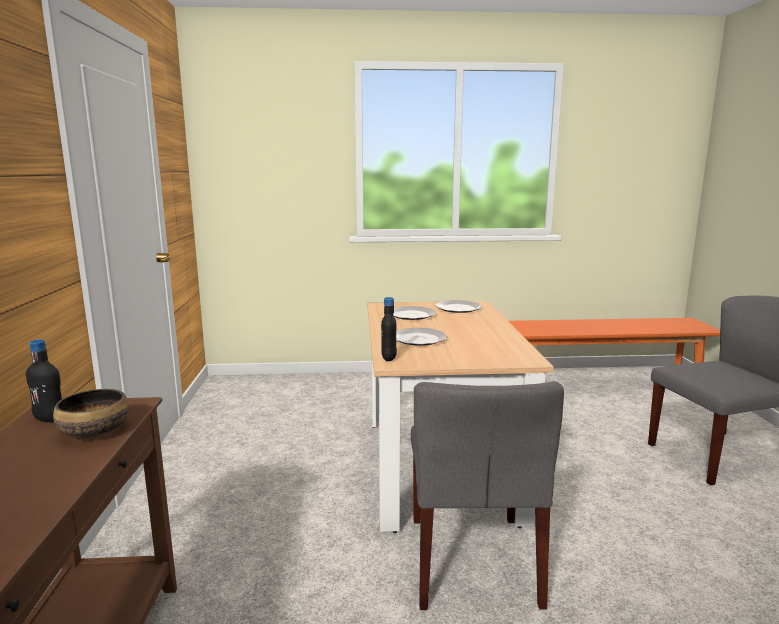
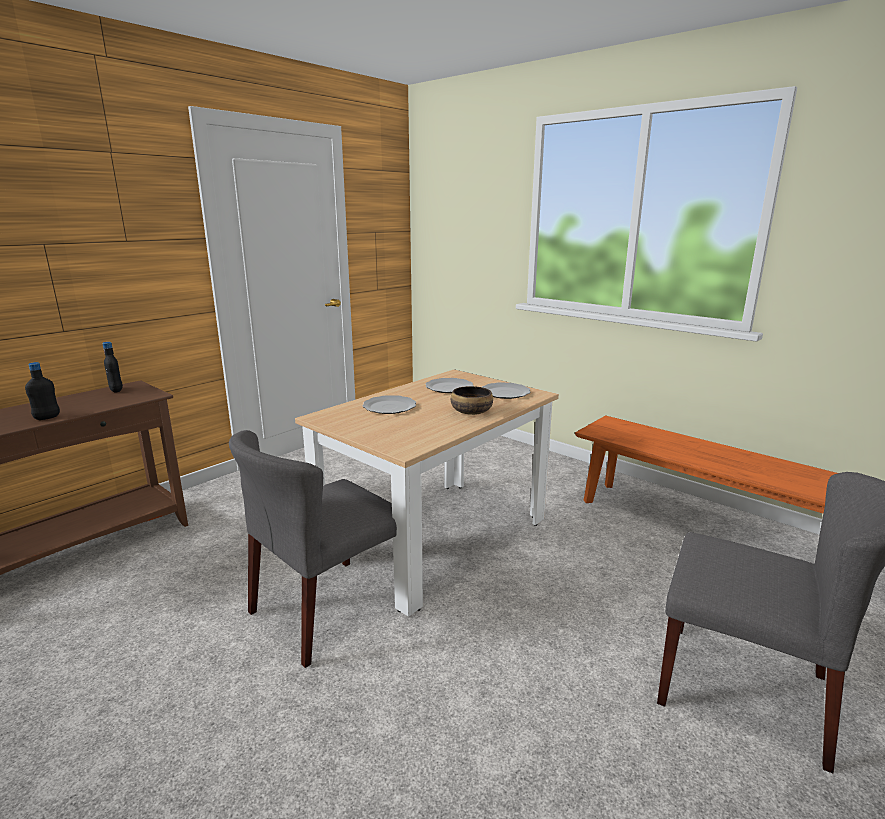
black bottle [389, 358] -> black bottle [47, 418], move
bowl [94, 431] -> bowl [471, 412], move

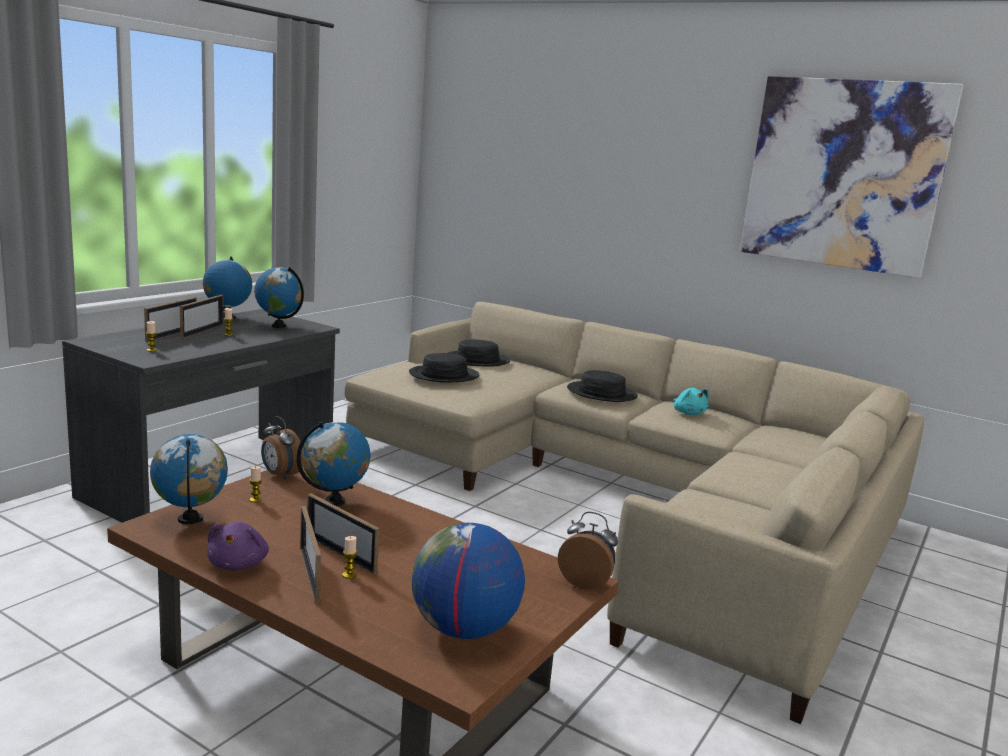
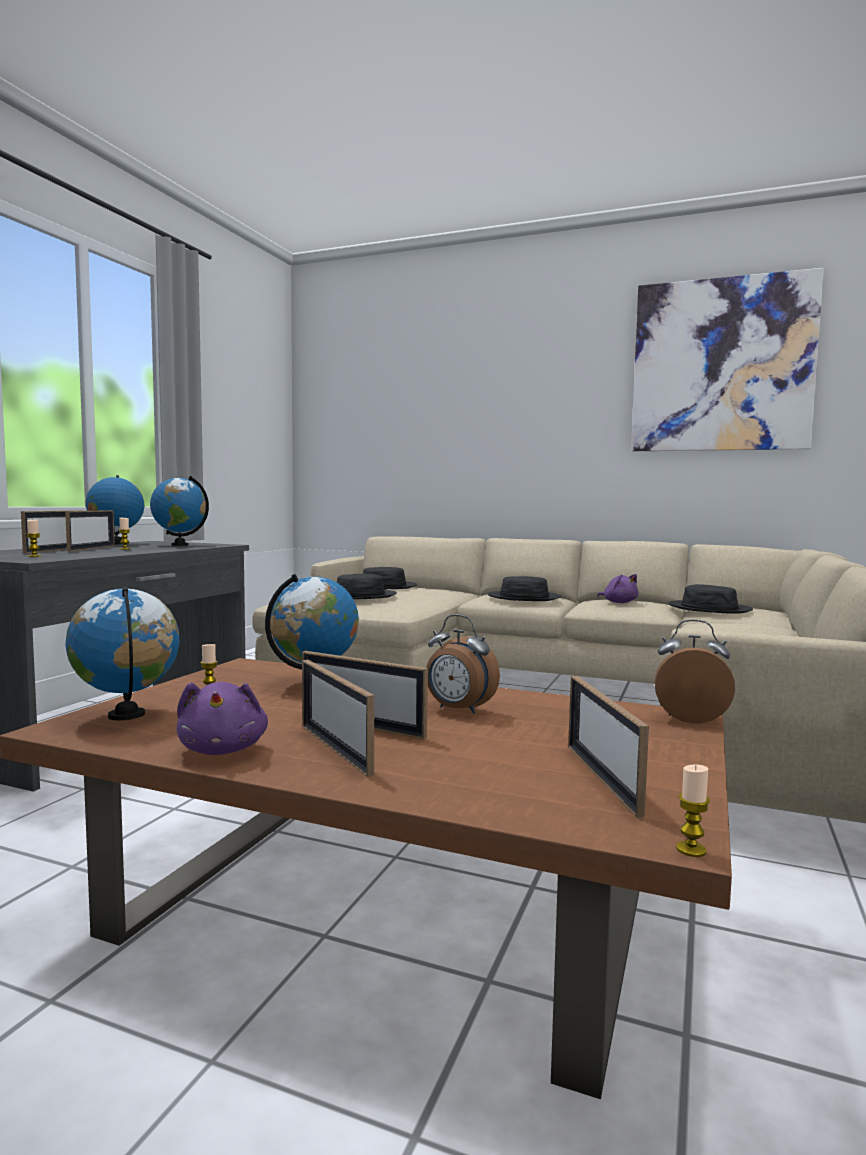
turquoise plush toy [688, 413] -> purple plush toy [619, 602]
alarm clock [280, 475] -> alarm clock [458, 710], move
globe [464, 629] -> picture frame [601, 778]
candle [349, 575] -> candle [691, 849], move
none -> black hat [709, 608]

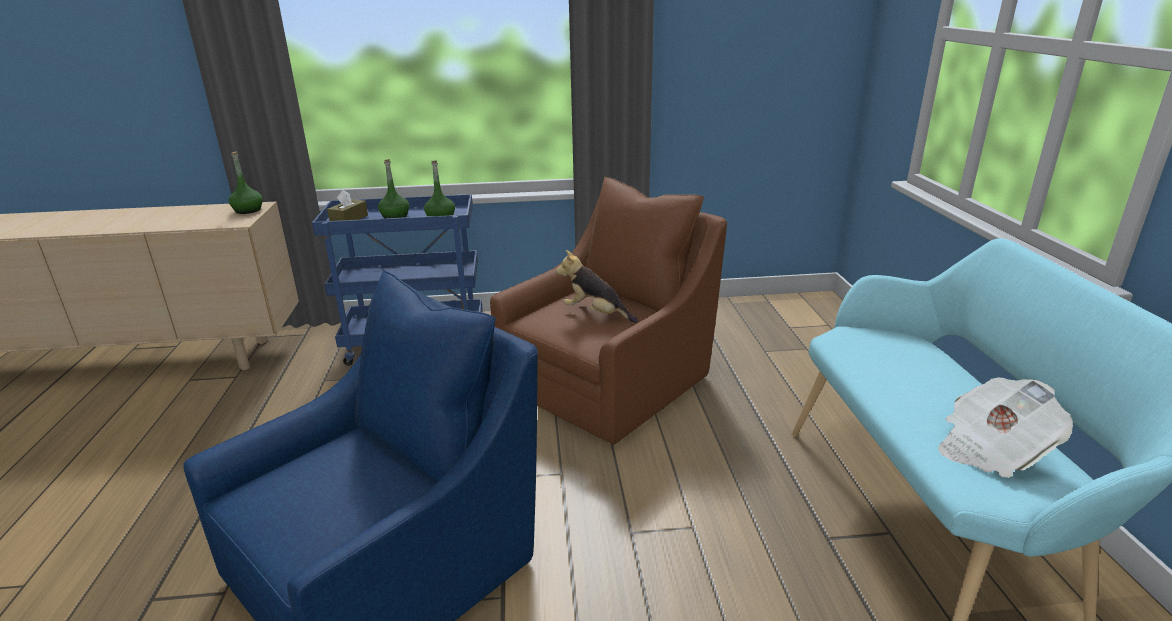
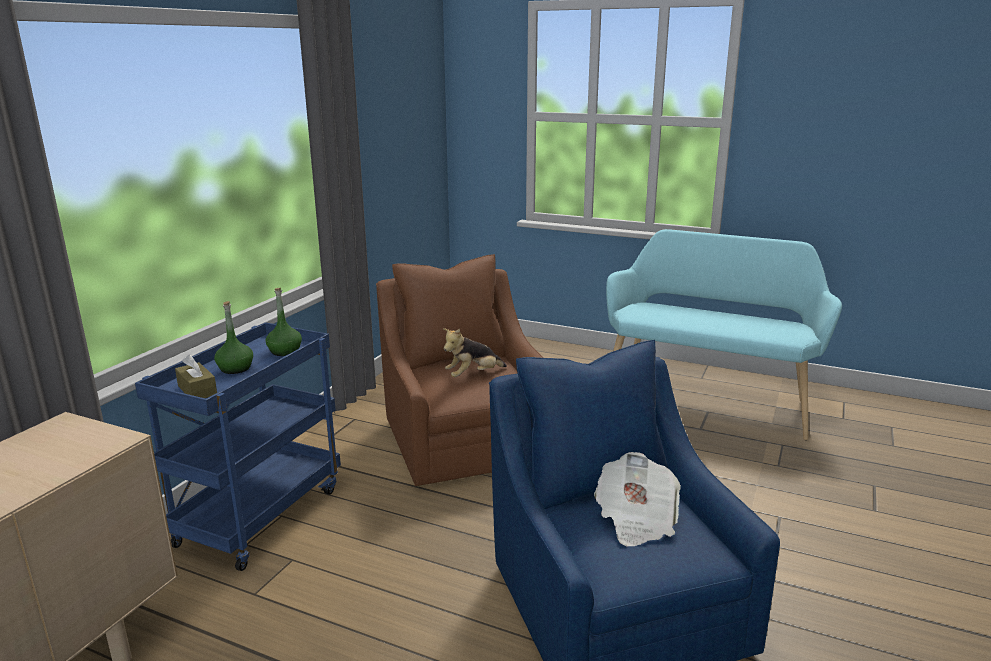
green bottle [248, 210] -> none
newspaper [992, 449] -> newspaper [635, 520], move

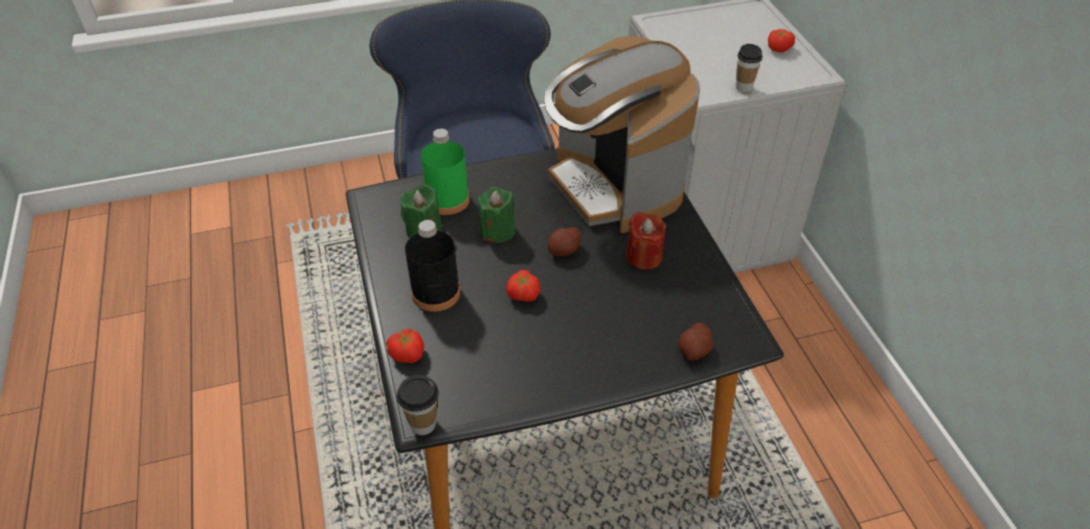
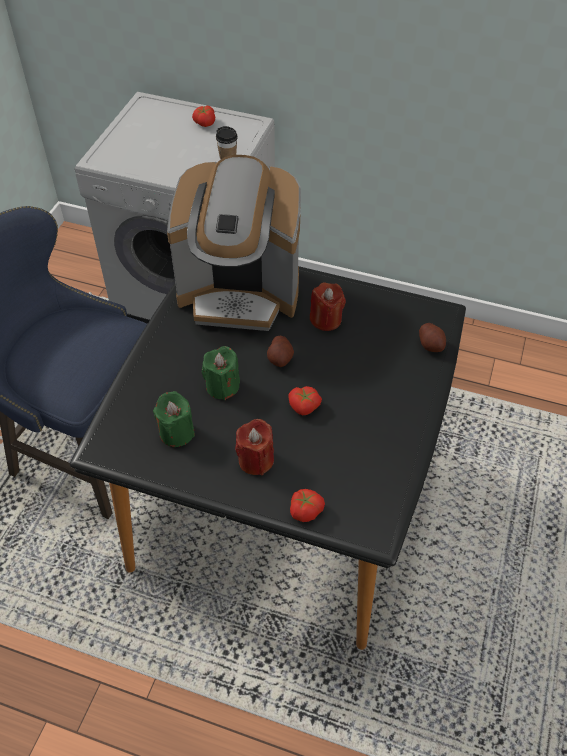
green bottle [447, 200] -> none
black bottle [436, 293] -> red candle [256, 460]
cup [423, 424] -> none

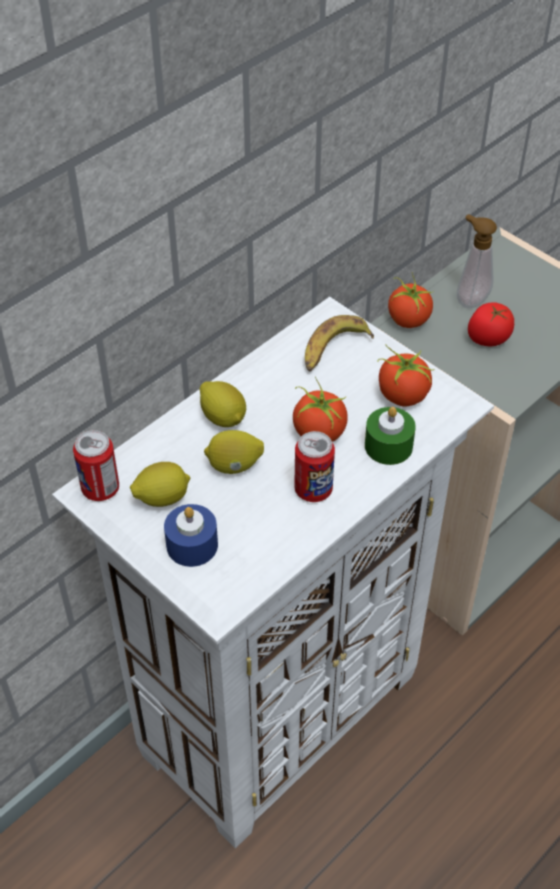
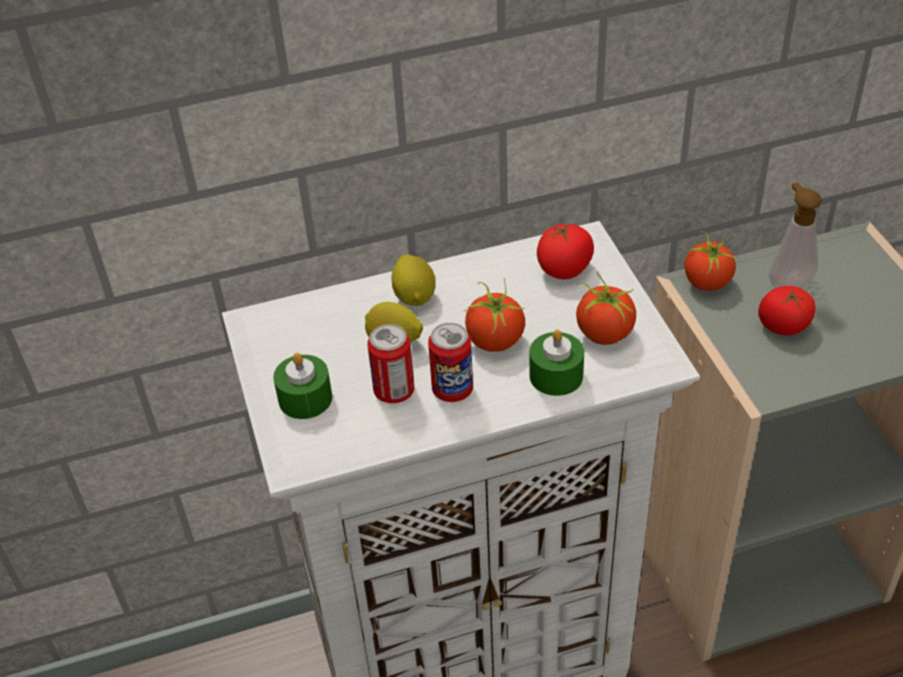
banana [333, 350] -> tomato [564, 269]
can [100, 489] -> can [394, 391], move
lemon [162, 498] -> none
blue candle [192, 545] -> green candle [305, 398]

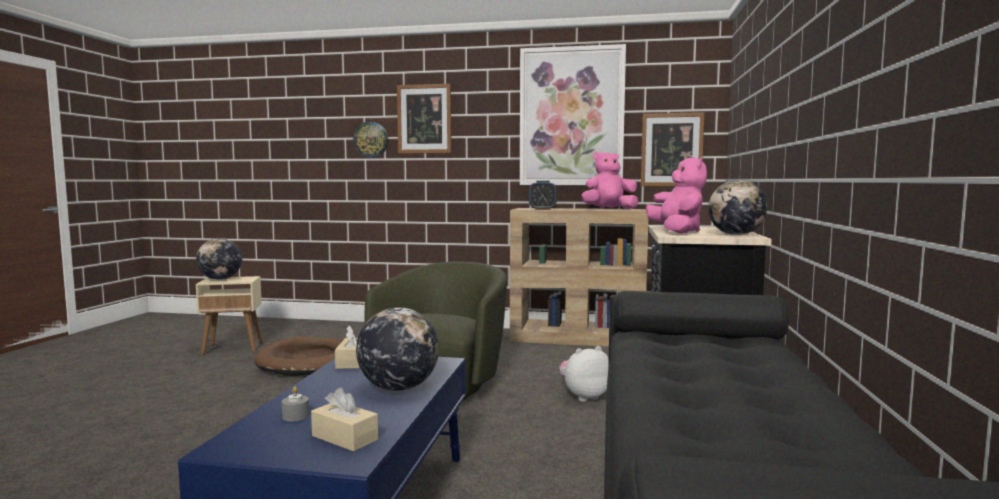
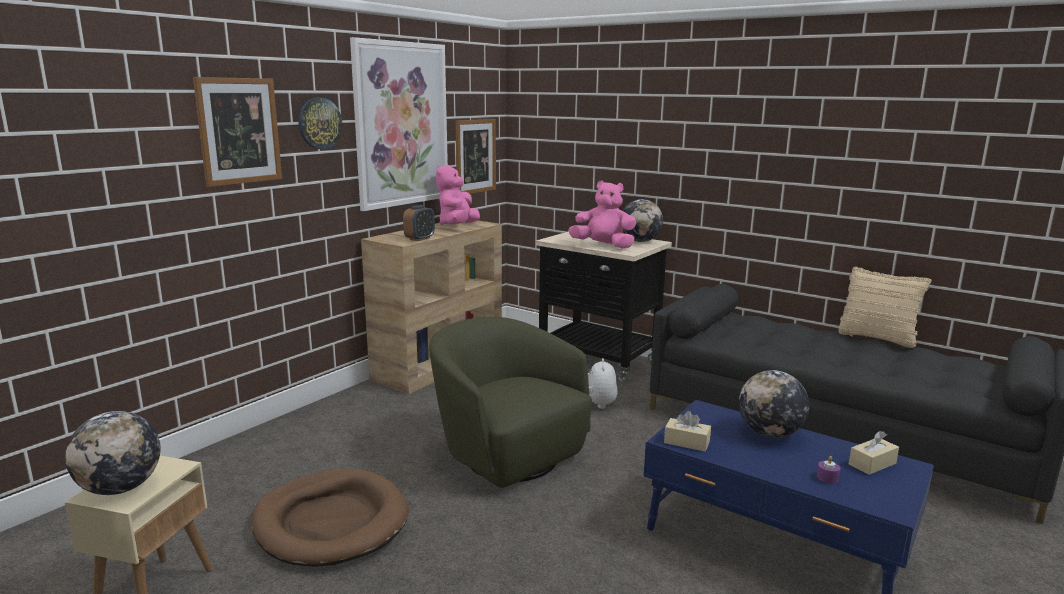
wall clock [371, 139] -> wall clock [319, 123], move
grey candle [295, 416] -> purple candle [827, 478]
none -> beige pillow [877, 338]

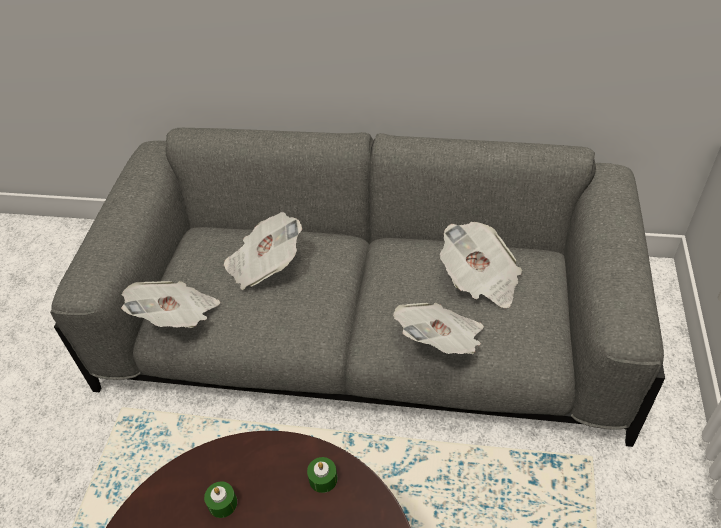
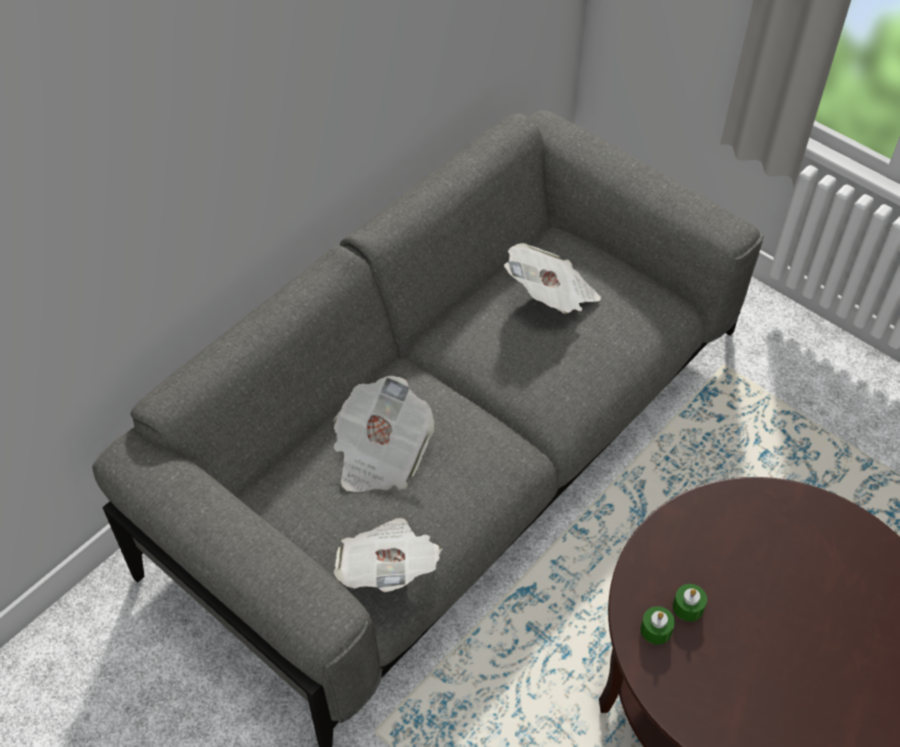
newspaper [441, 341] -> none
green candle [323, 479] -> green candle [656, 630], move

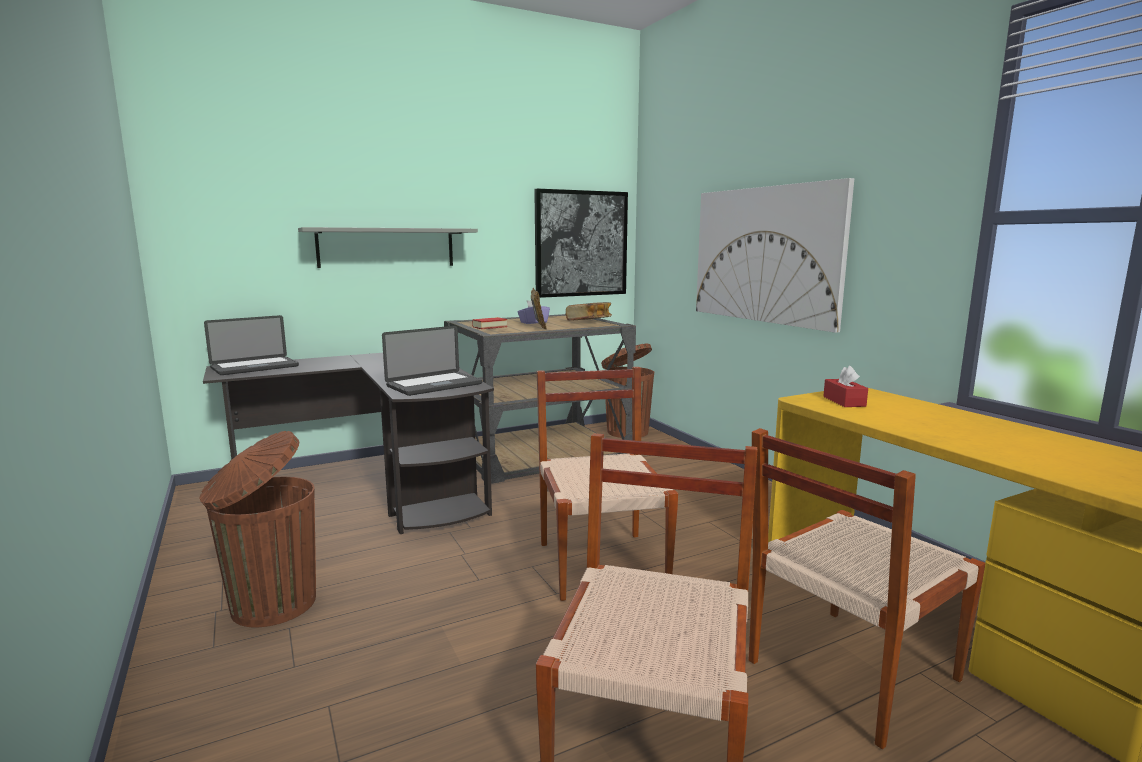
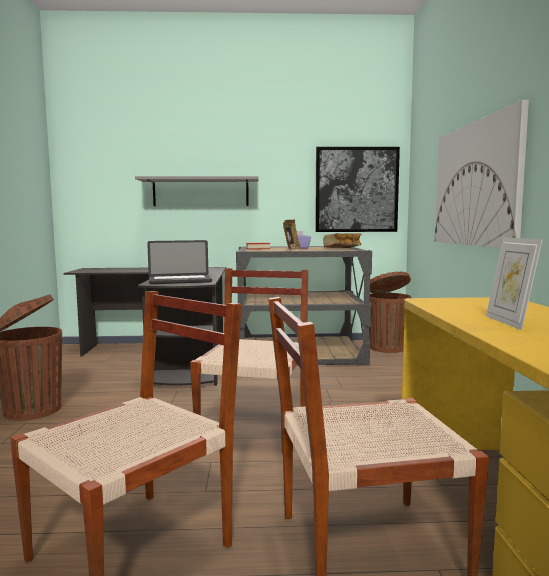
laptop [255, 367] -> none
red tissue box [844, 401] -> none
none -> picture frame [509, 322]

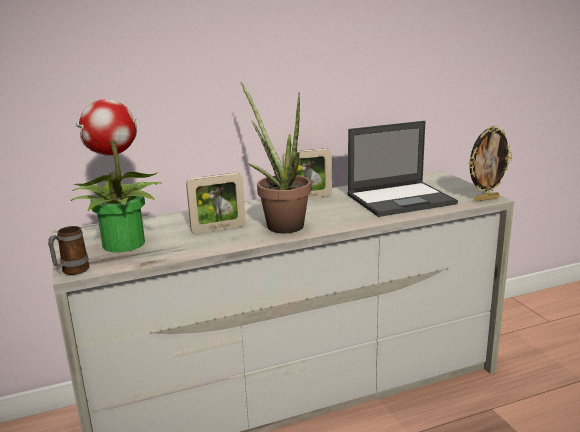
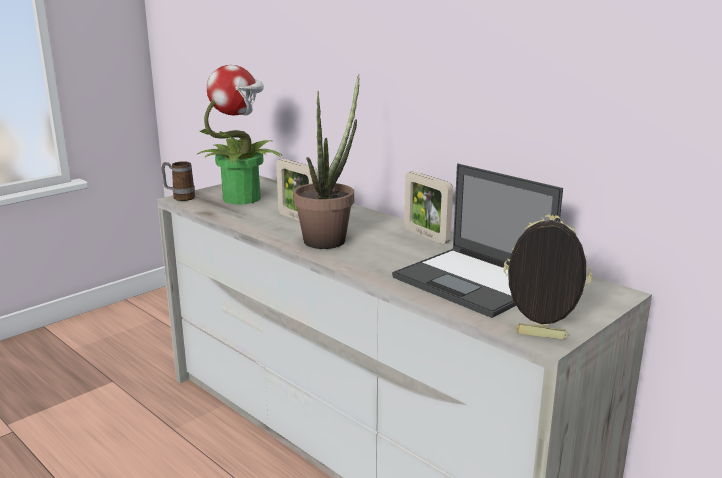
picture frame [485, 199] -> picture frame [540, 336], 150 degrees clockwise

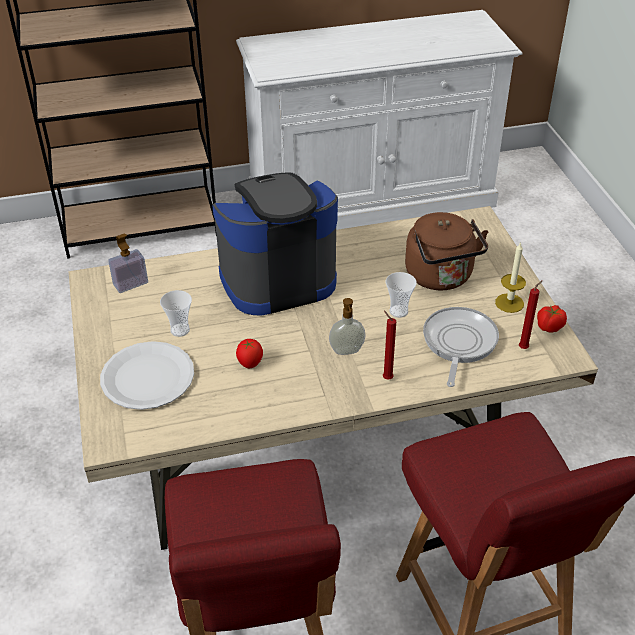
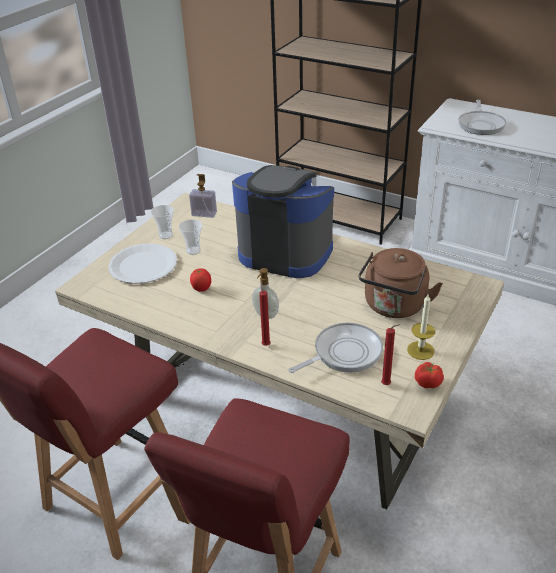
cup [398, 311] -> cup [166, 235], move
none -> frying pan [481, 125]

